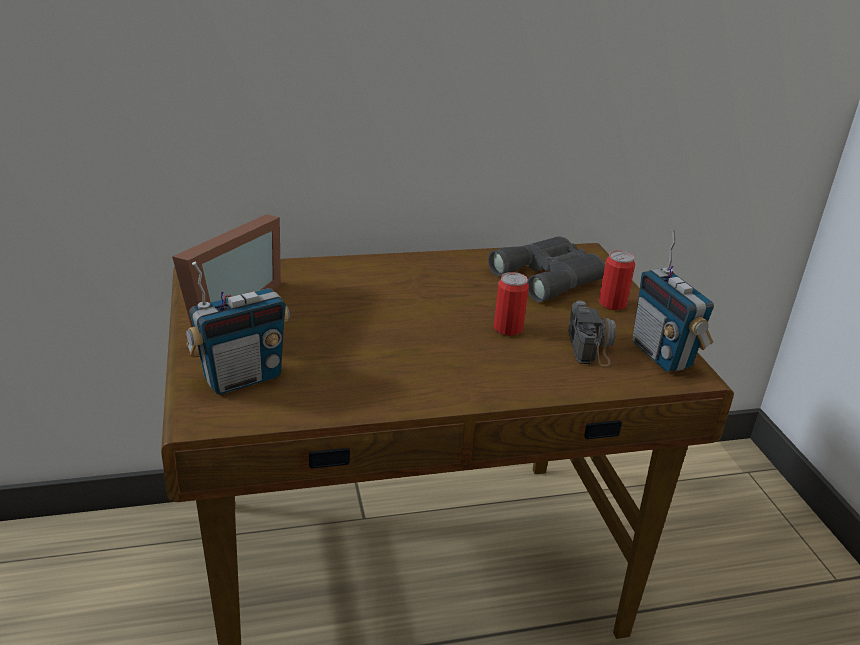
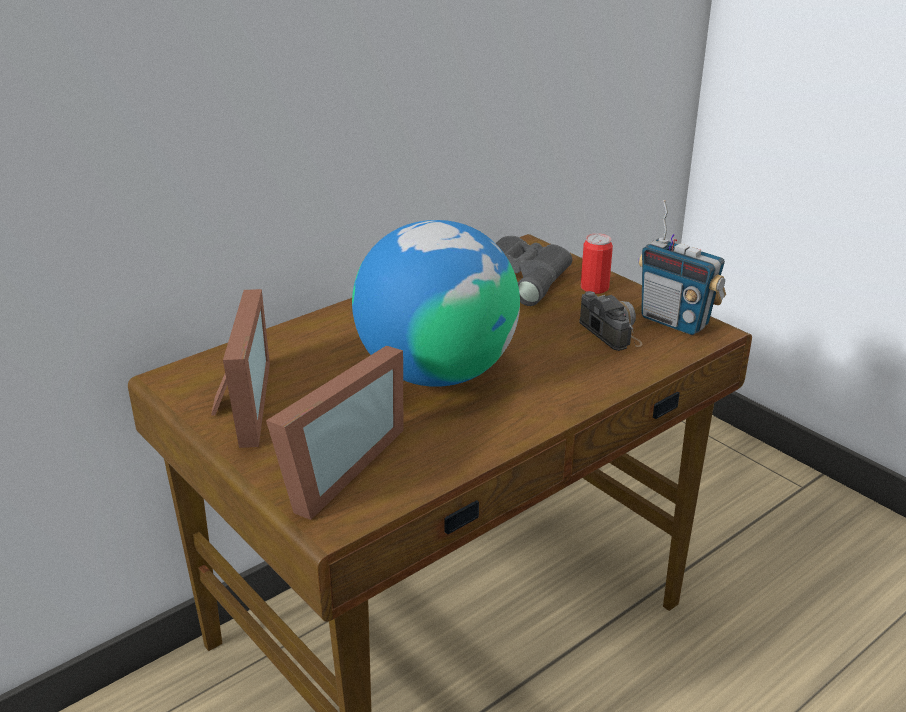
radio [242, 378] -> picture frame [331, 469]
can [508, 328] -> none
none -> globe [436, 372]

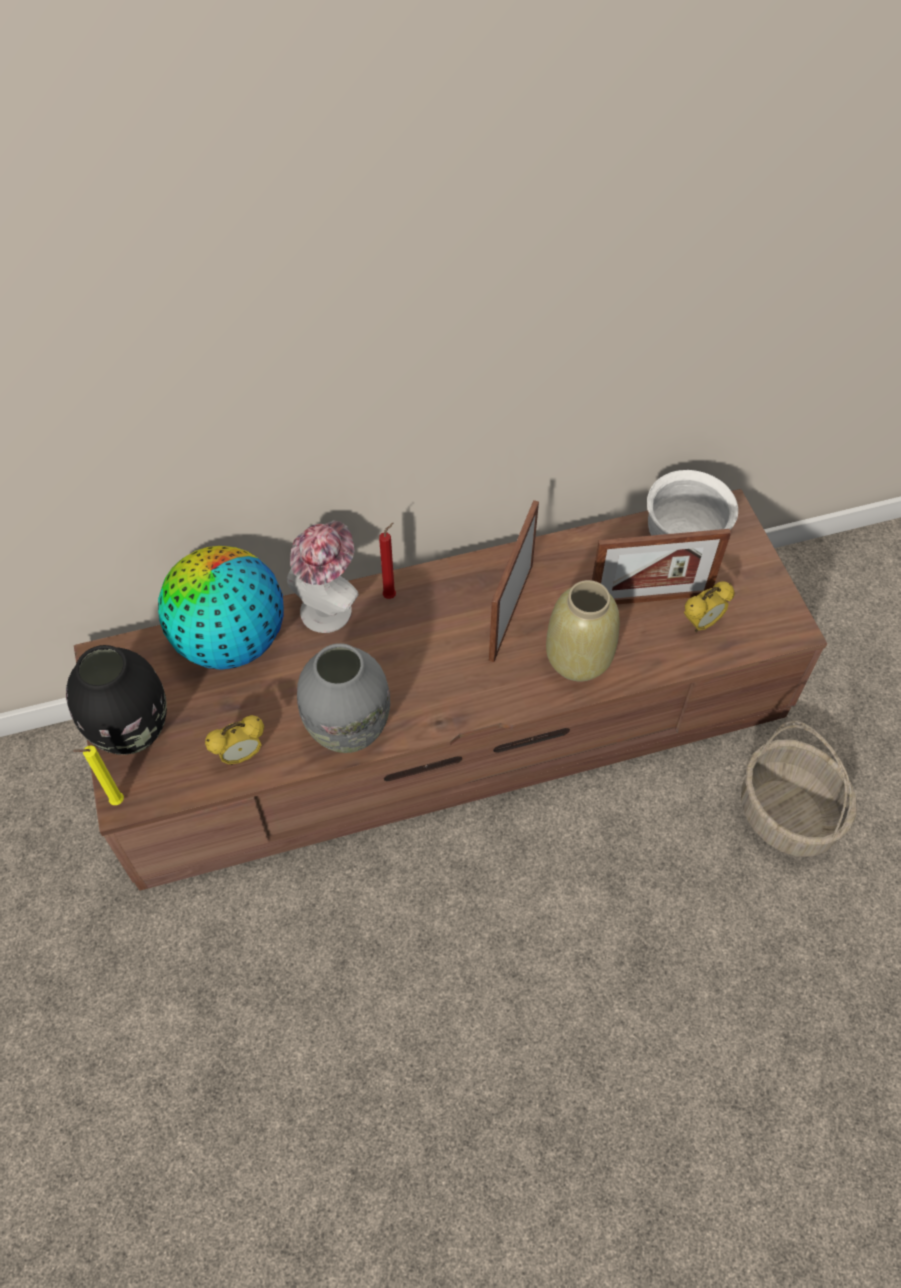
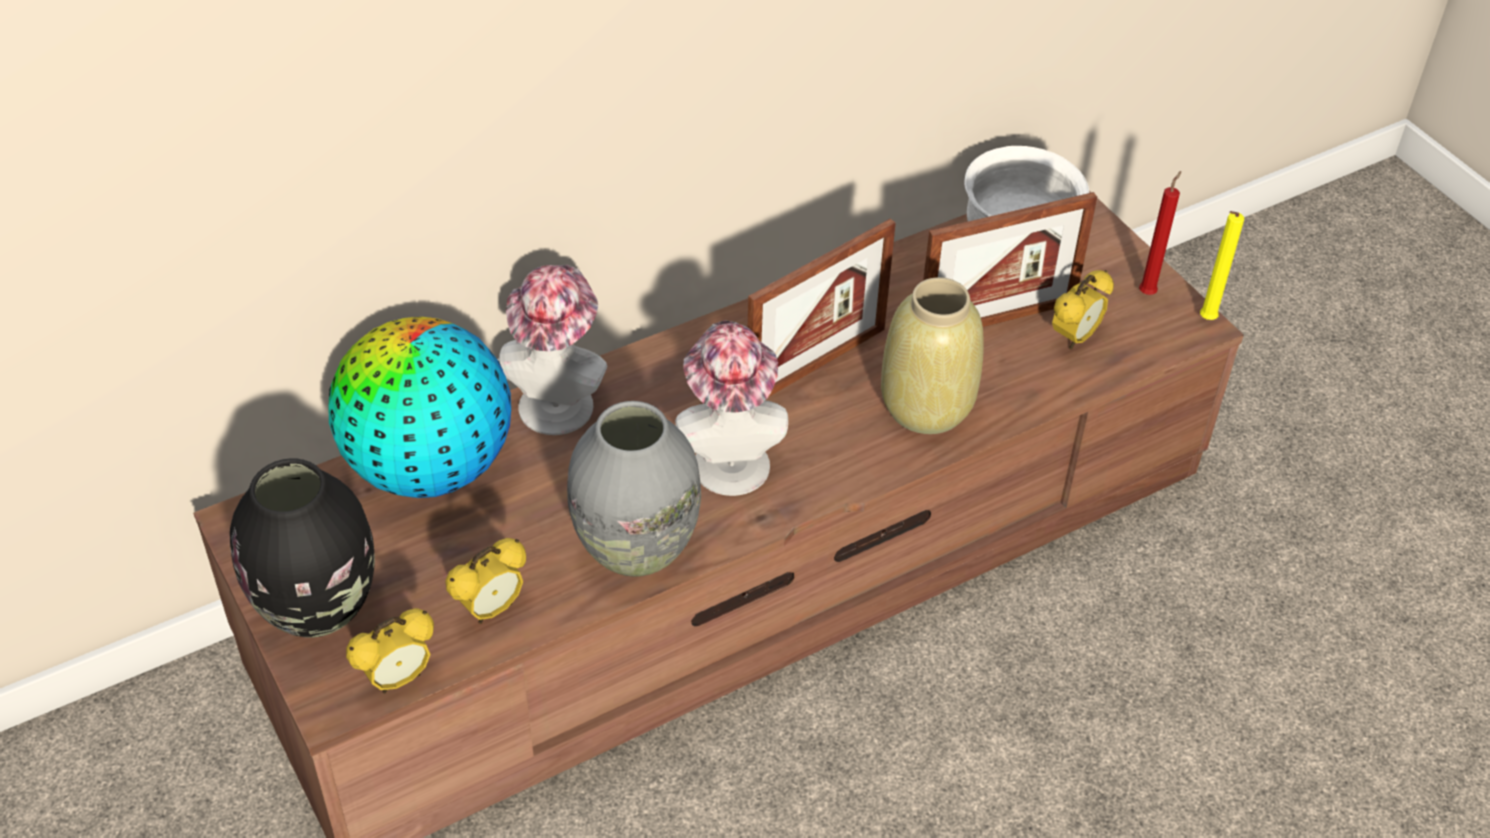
picture frame [511, 611] -> picture frame [816, 365], 135 degrees counterclockwise
red candle [391, 595] -> red candle [1148, 292], move
basket [785, 813] -> none
yellow candle [115, 802] -> yellow candle [1205, 320], move
none -> hat [729, 458]
none -> alarm clock [398, 679]

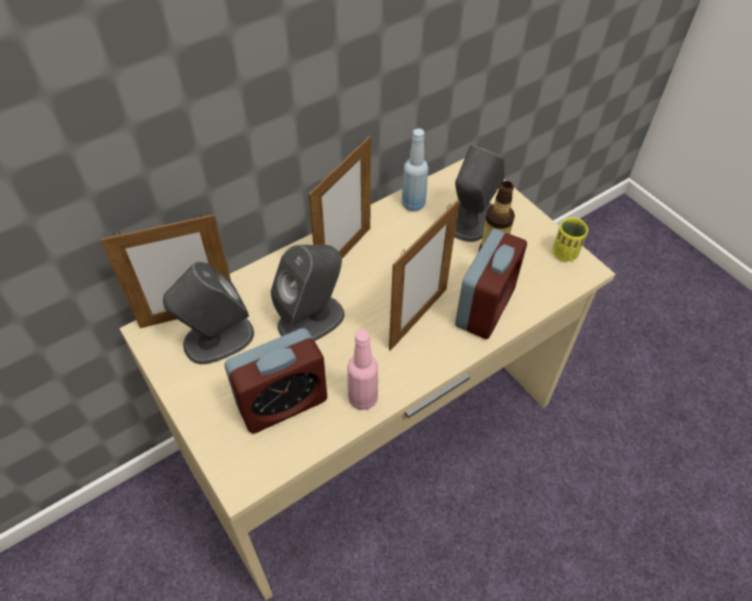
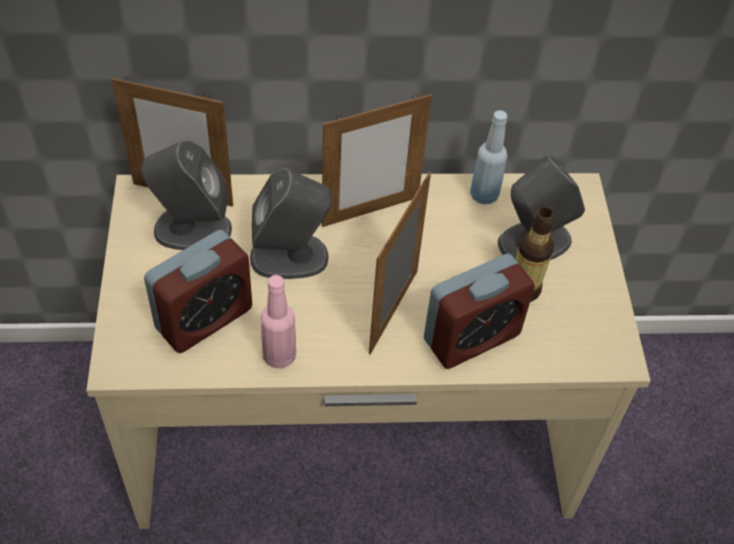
picture frame [418, 318] -> picture frame [393, 311], 135 degrees clockwise
yellow cup [565, 253] -> none
alarm clock [282, 403] -> alarm clock [204, 318], 45 degrees counterclockwise

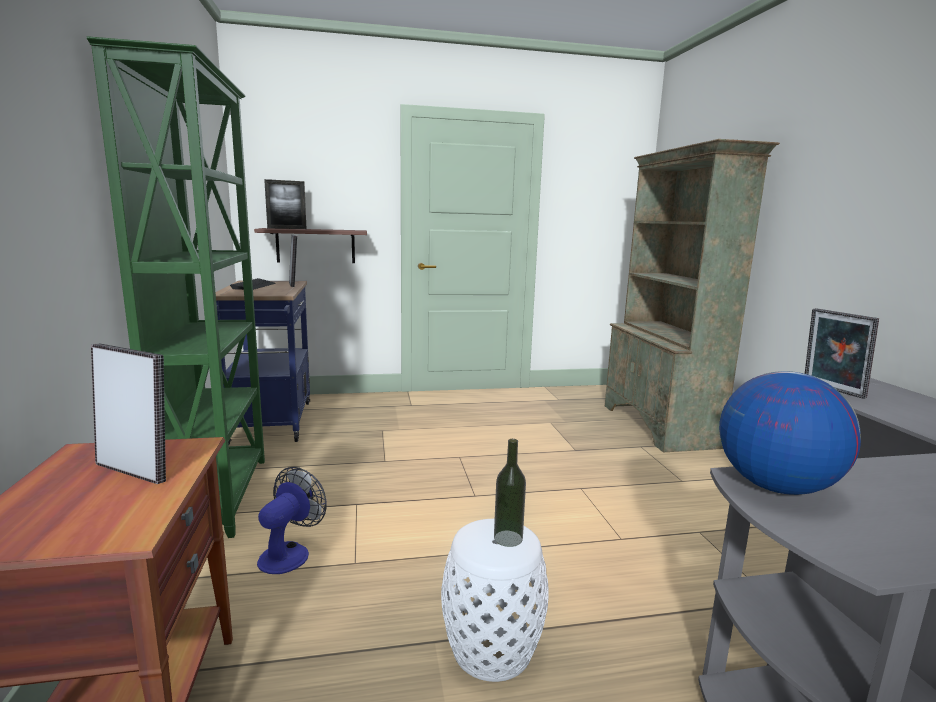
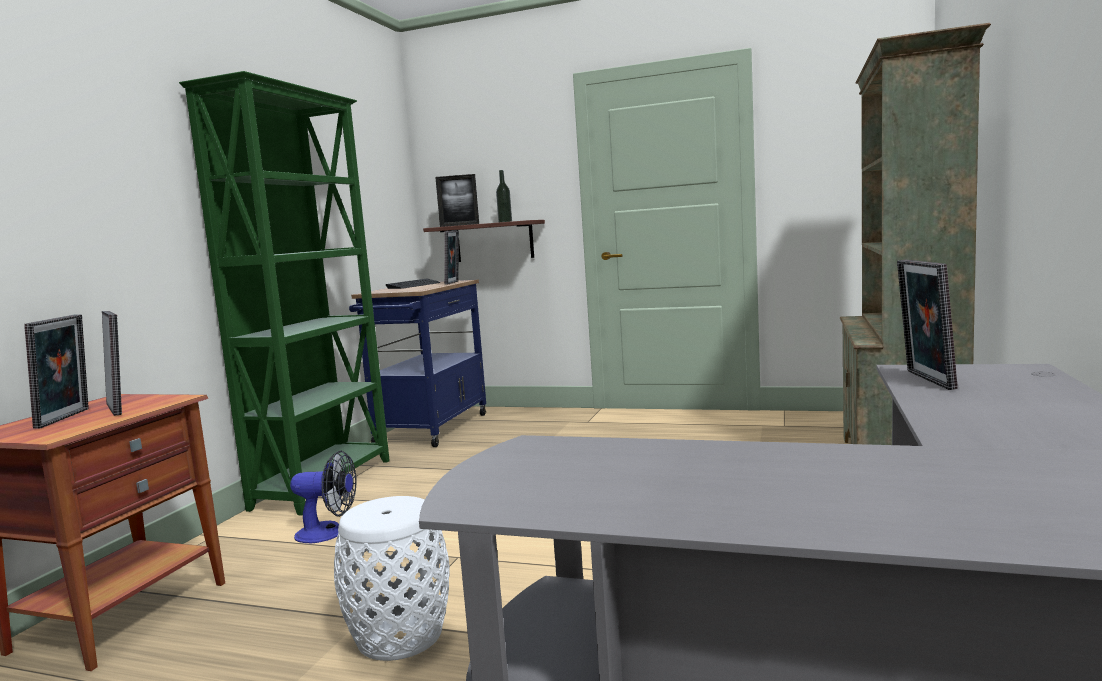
globe [775, 486] -> none
bottle [508, 538] -> bottle [505, 222], move
fan [289, 553] -> fan [328, 533], 45 degrees clockwise
none -> picture frame [67, 418]

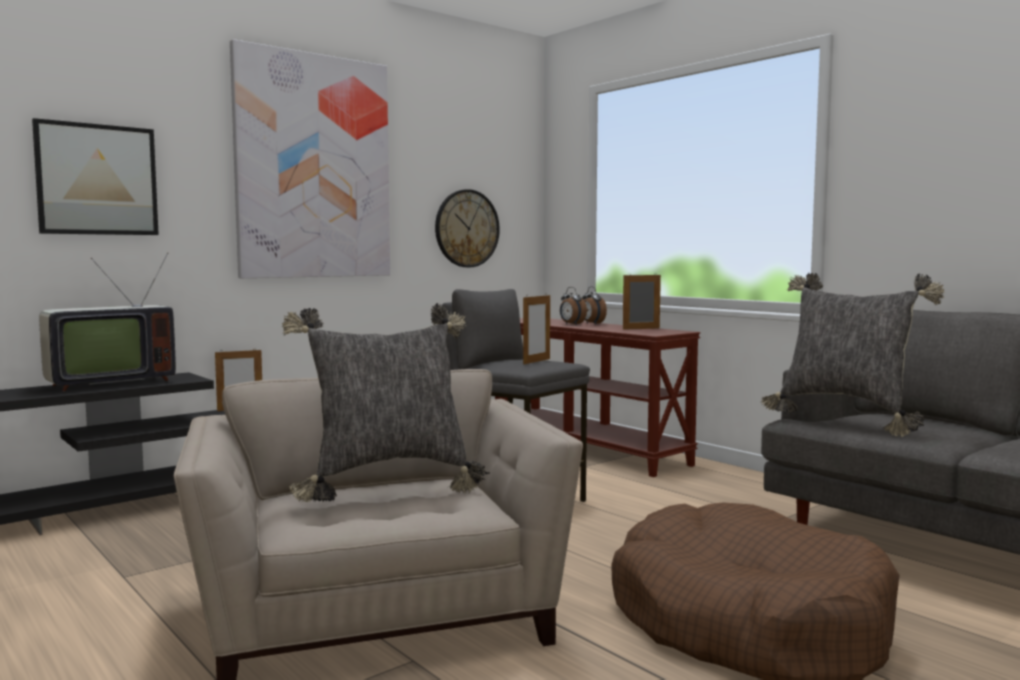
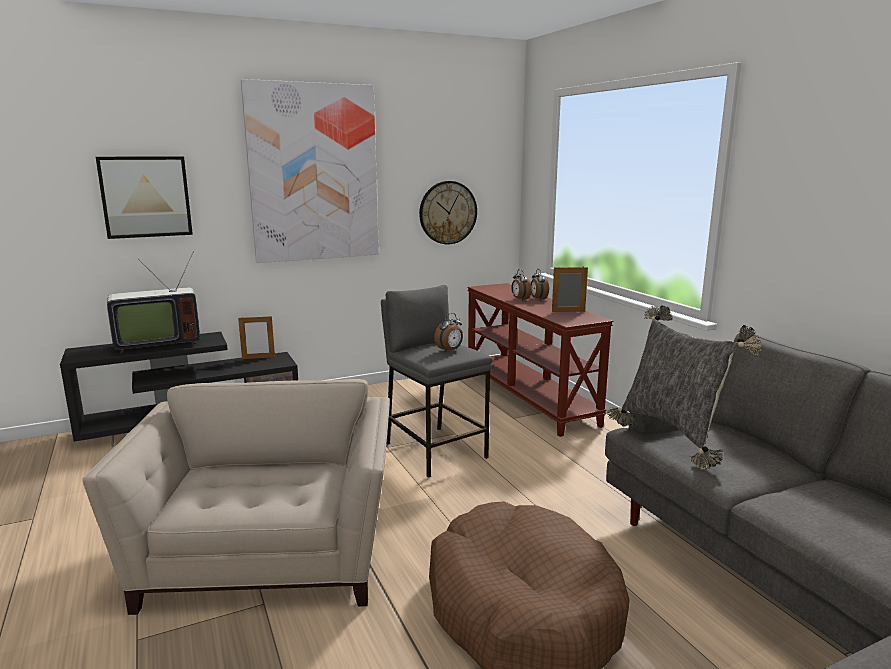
picture frame [536, 361] -> alarm clock [450, 350]
pillow [387, 492] -> none

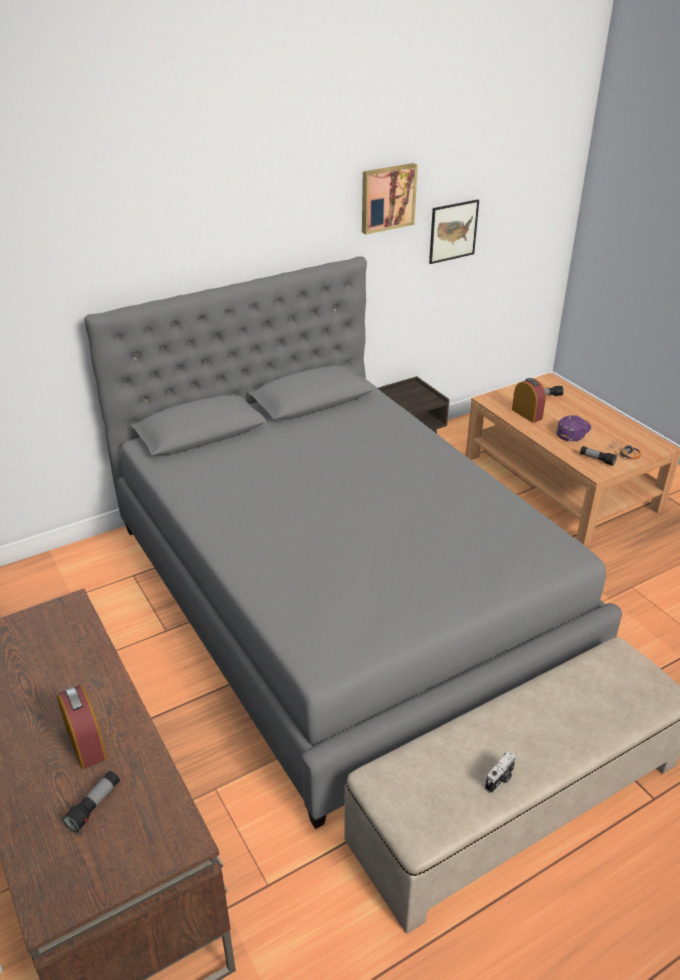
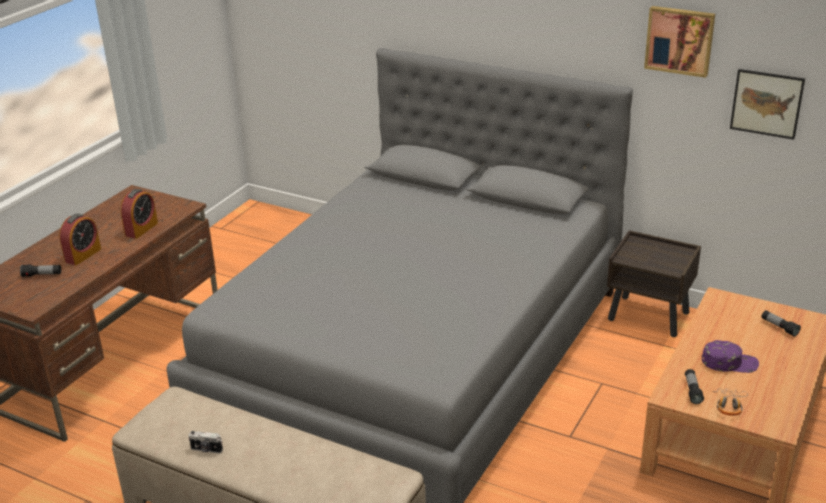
alarm clock [527, 414] -> alarm clock [141, 229], move

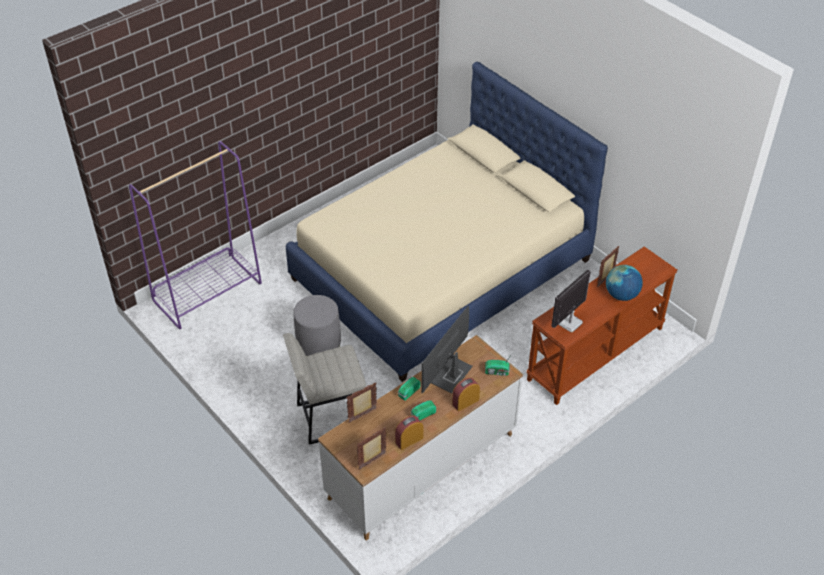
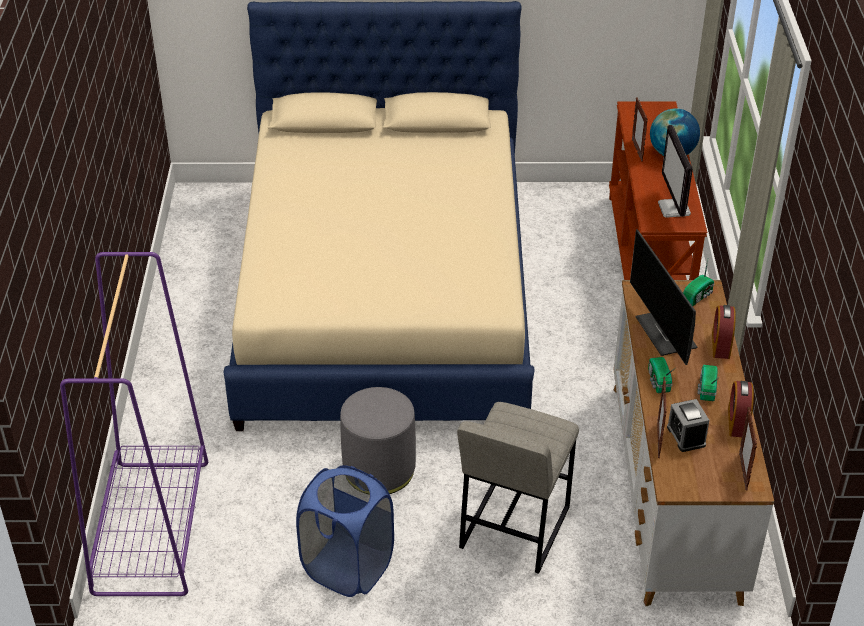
none -> alarm clock [686, 436]
none -> blue laundry basket [347, 568]

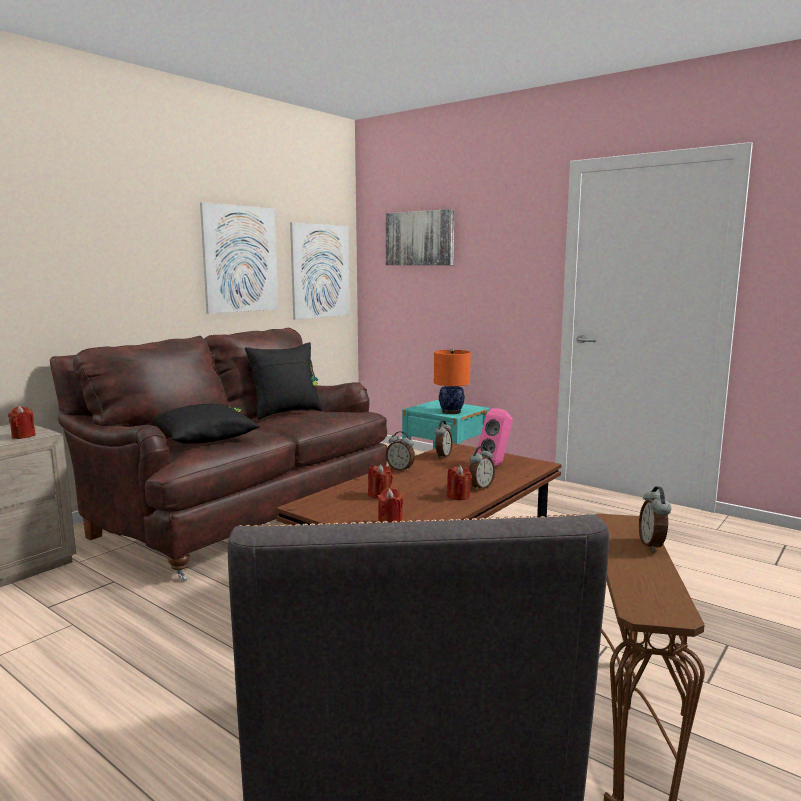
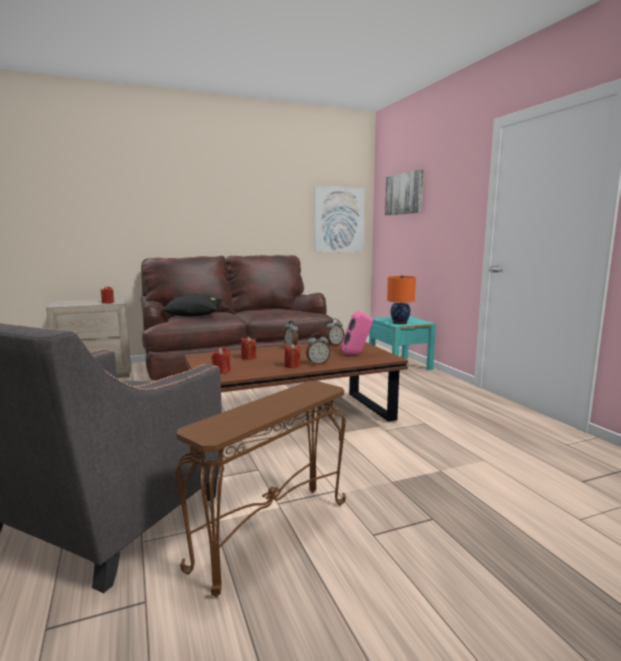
picture [240, 259] -> none
black pillow [286, 413] -> none
alarm clock [652, 545] -> none

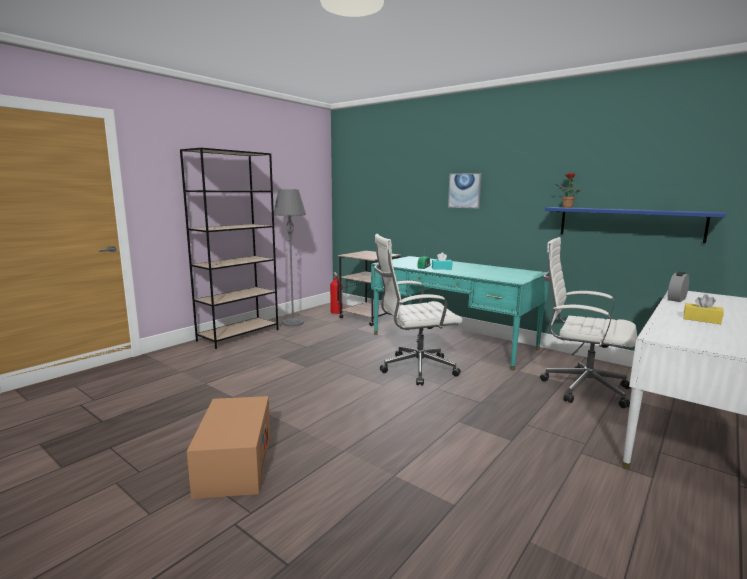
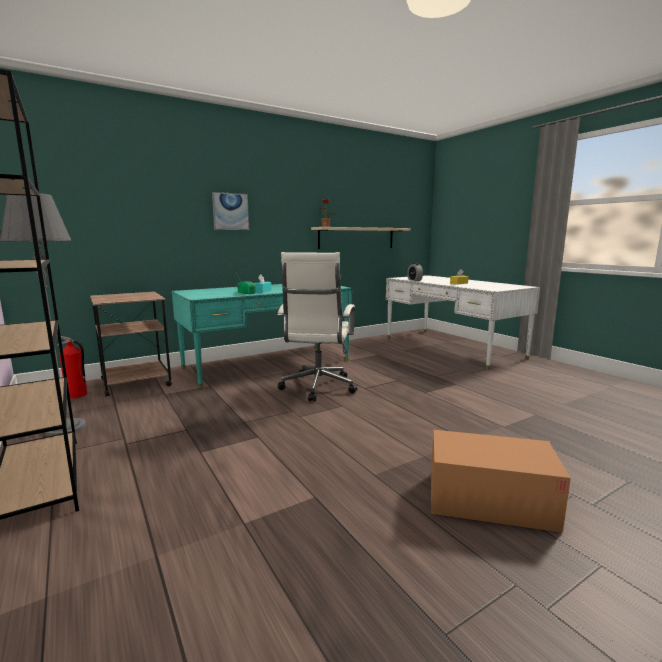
blue shelf [629, 223] -> beige shelf [356, 238]
white office chair [581, 388] -> none

